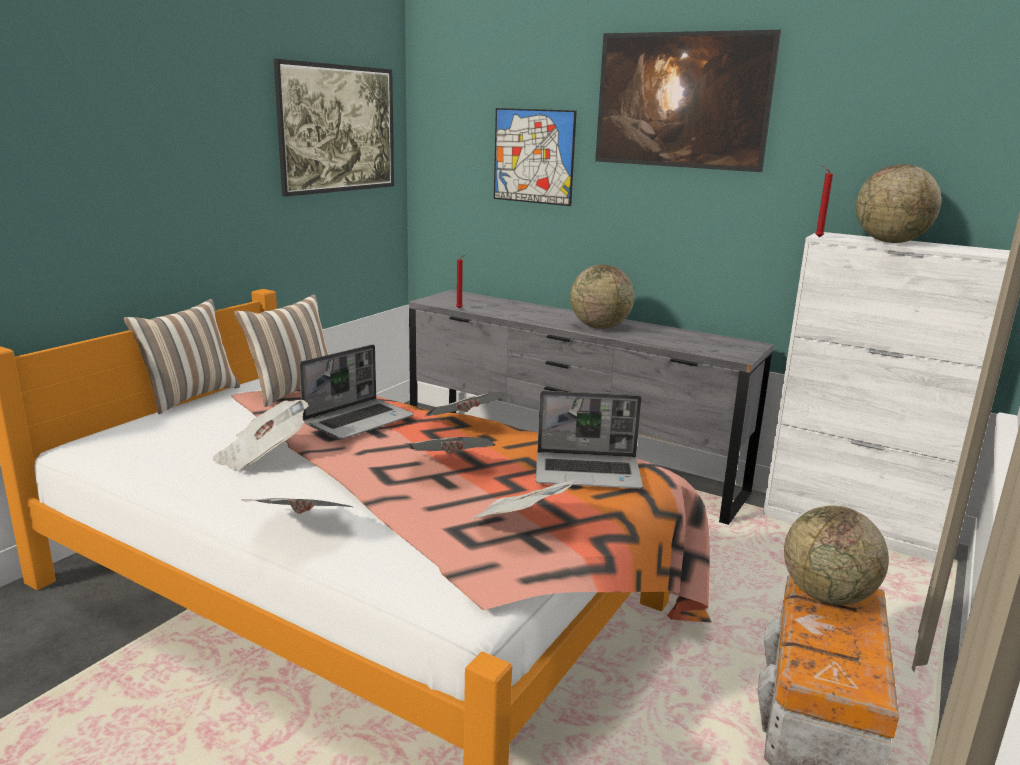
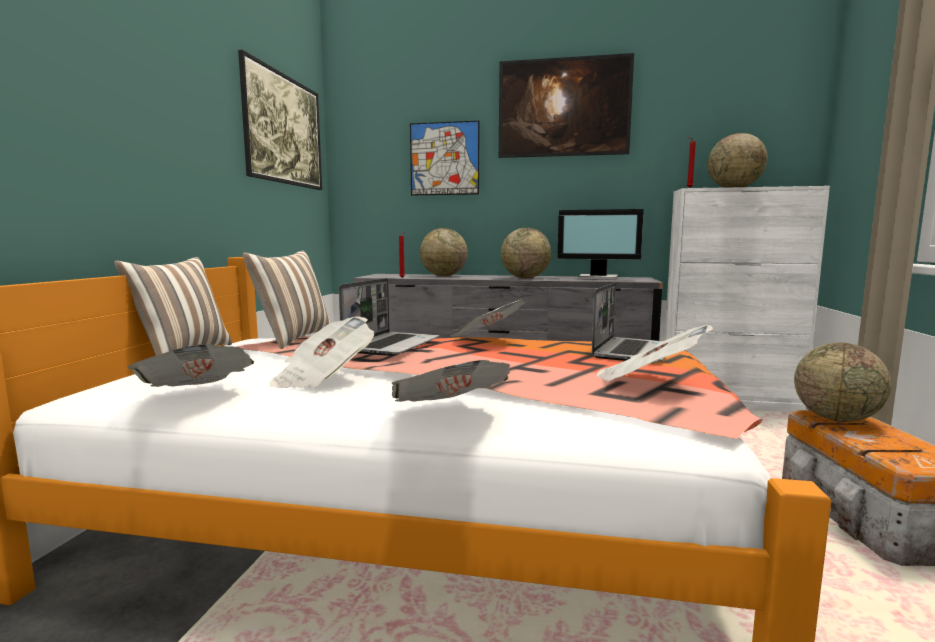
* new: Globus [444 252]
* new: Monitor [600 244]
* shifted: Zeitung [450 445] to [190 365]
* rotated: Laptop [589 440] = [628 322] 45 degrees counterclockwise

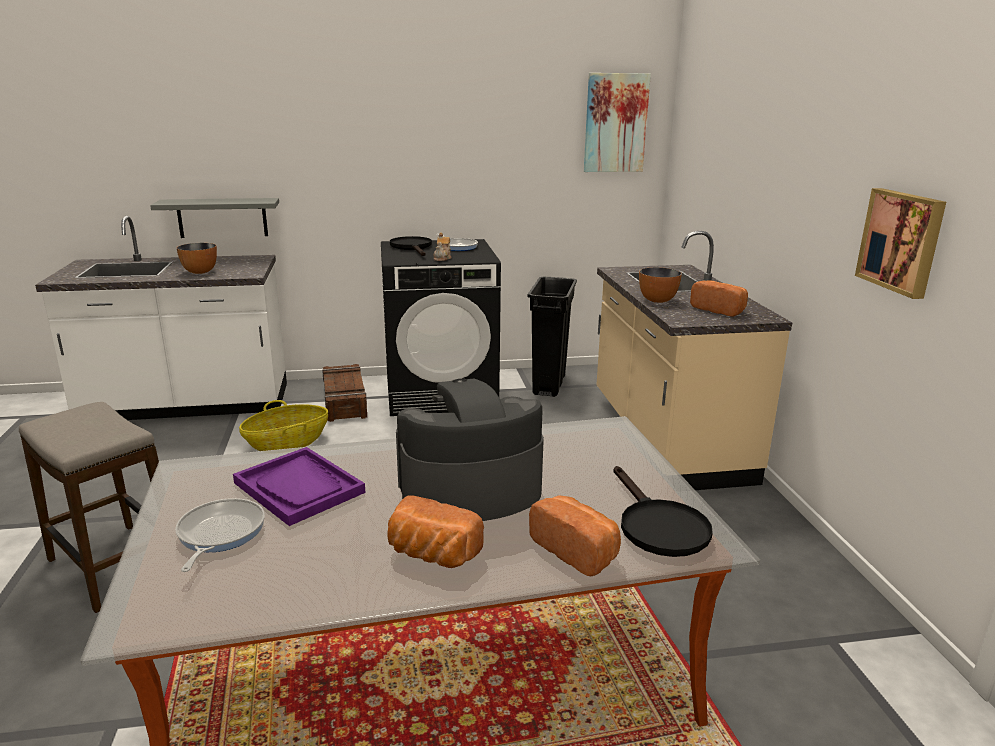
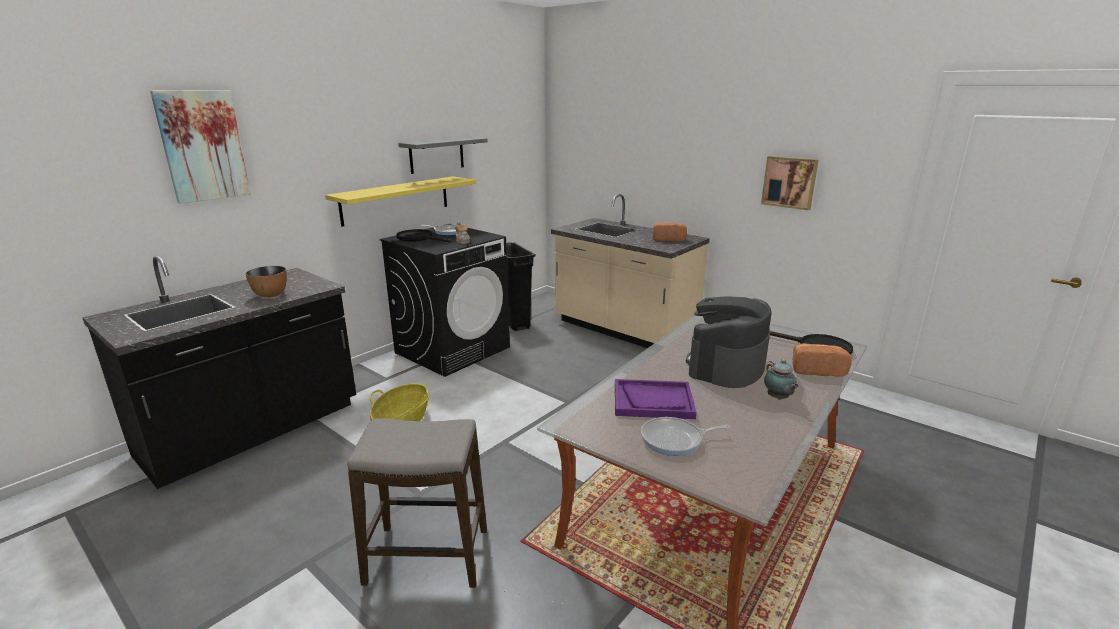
* gone: Kiste [344 393]
* gone: Schüssel [660 285]
* new: Wandregal/gelb [400 201]
* shifted: Wandregal/grau [214 218] to [443 155]
* shifted: Bild [617 122] to [200 147]
* swapped: Brot [435 531] to Teekanne [781 379]
* repainted: Küchenzeile/weiß [161 318] to Küchenzeile/schwarz [219 372]
* rotated: Pfanne [220 535] = [685 436] 60 degrees counterclockwise

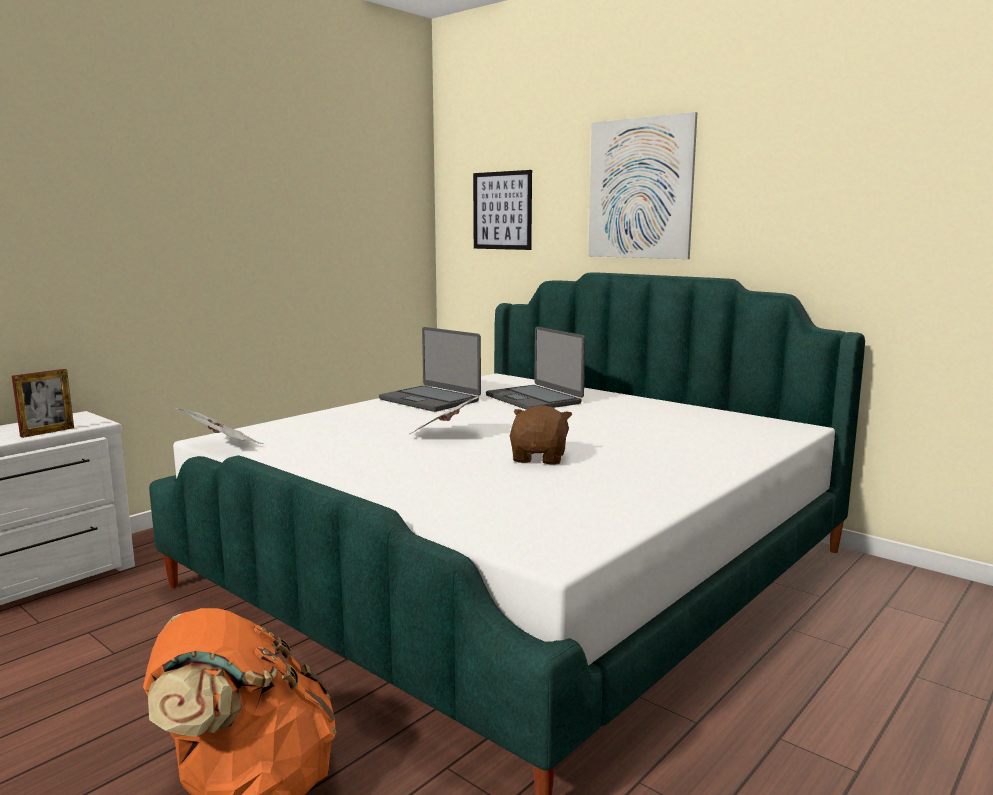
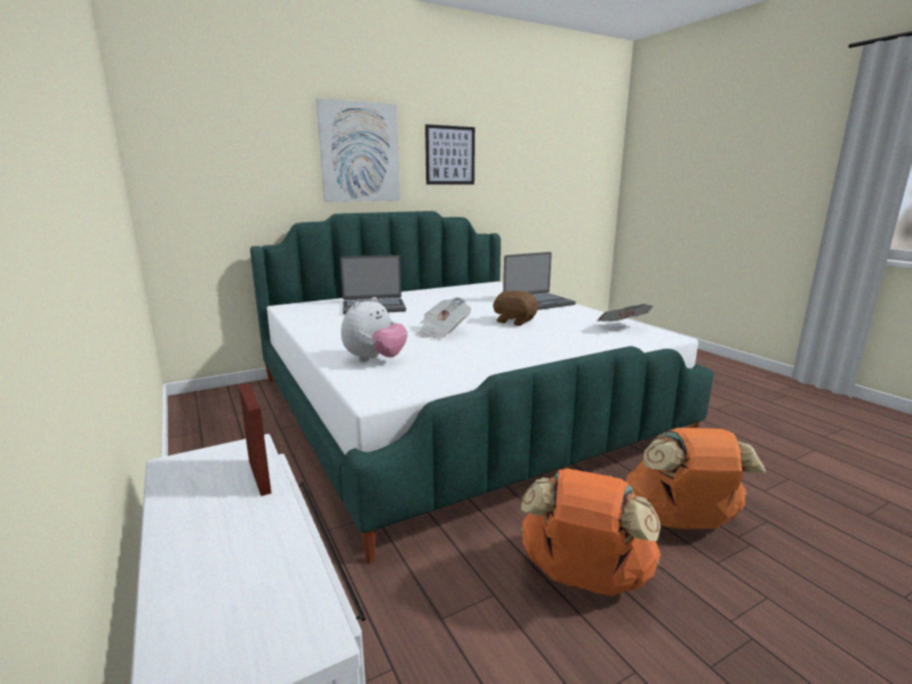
* new: Plüschtier [374 329]
* new: Rucksack/orange [590 532]
* shifted: Zeitung [219 426] to [625 313]
* shifted: Laptop [430 369] to [539 281]
* shifted: Bild [502 210] to [450 154]

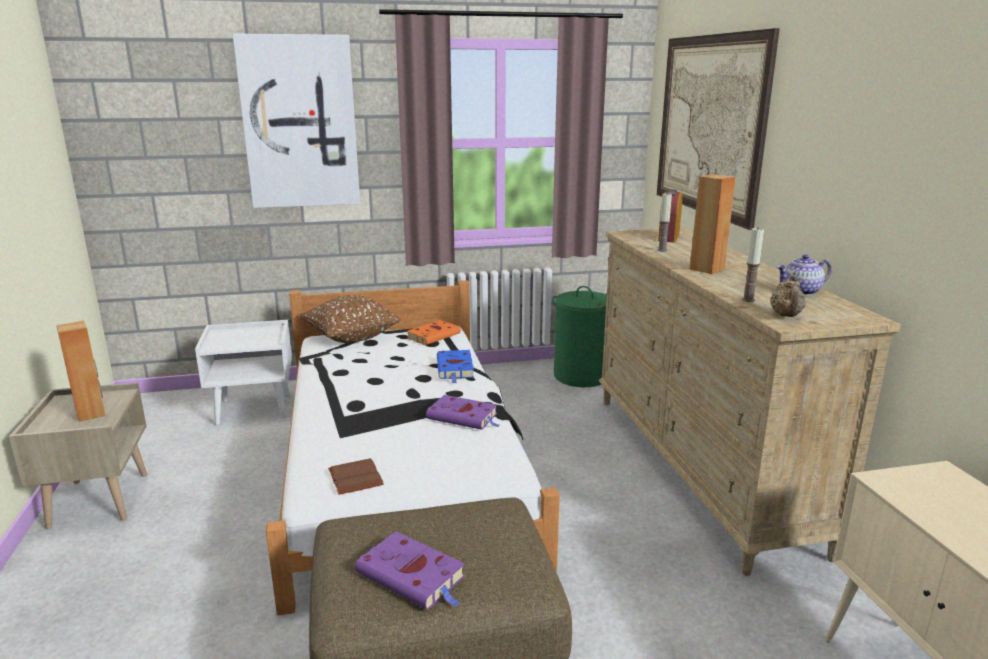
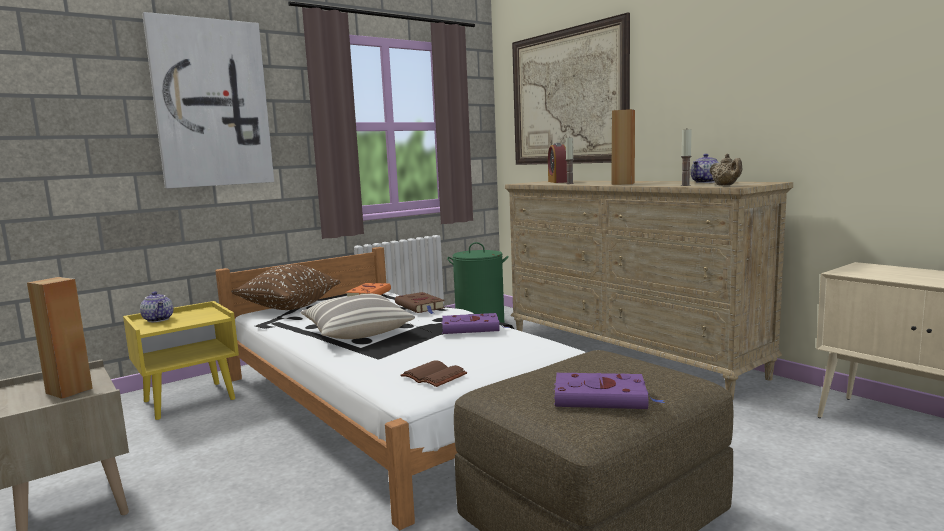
* new: Teekanne [156 306]
* new: Kissen [358 316]
* repainted: Nachttisch/weiß [243 372] to Nachttisch/gelb [181 360]
* repainted: Buch/blau [455 366] to Buch/braun [420 303]

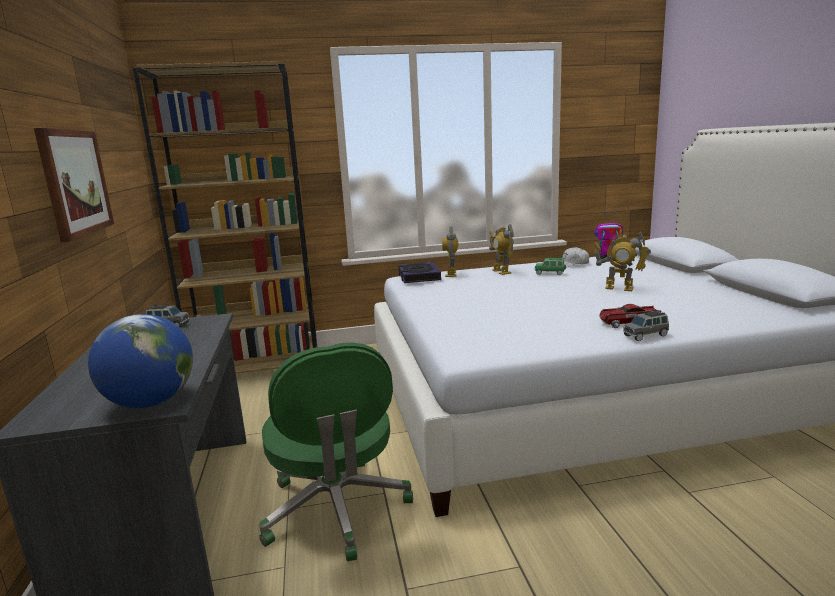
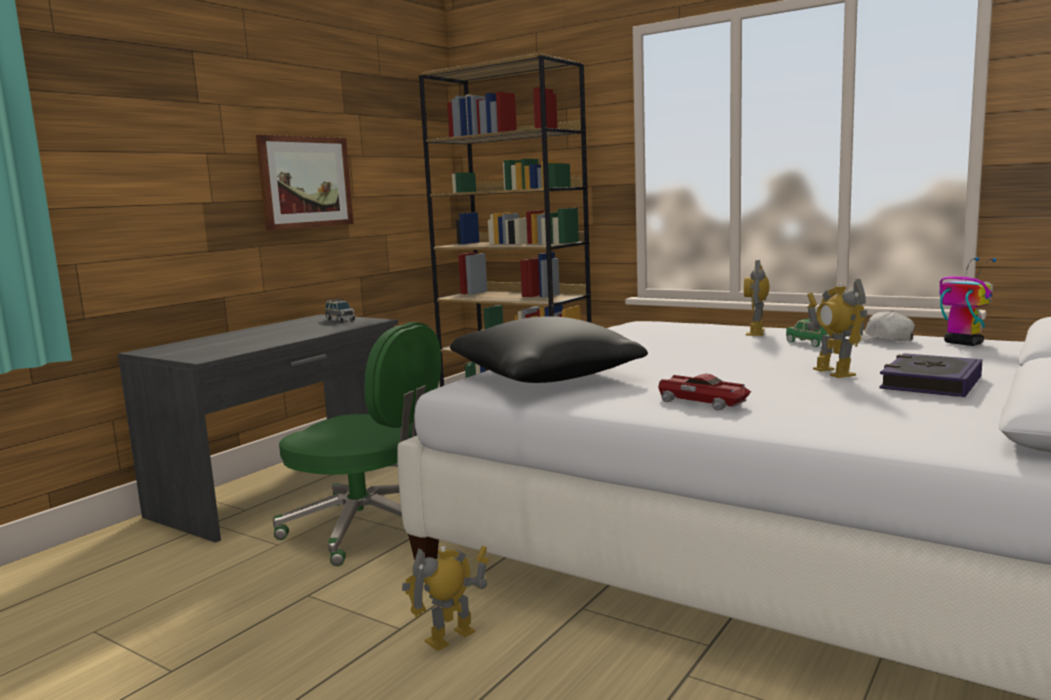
* gone: Globus [140 361]
* gone: Spielzeugauto/grau [646 325]
* new: Kissen/schwarz [549 349]
* shifted: Buch [419 272] to [930 375]
* shifted: Spielzeugroboter [450 252] to [445 598]
* rotated: Bürostuhl/grün [336 451] = [357 444] 90 degrees counterclockwise

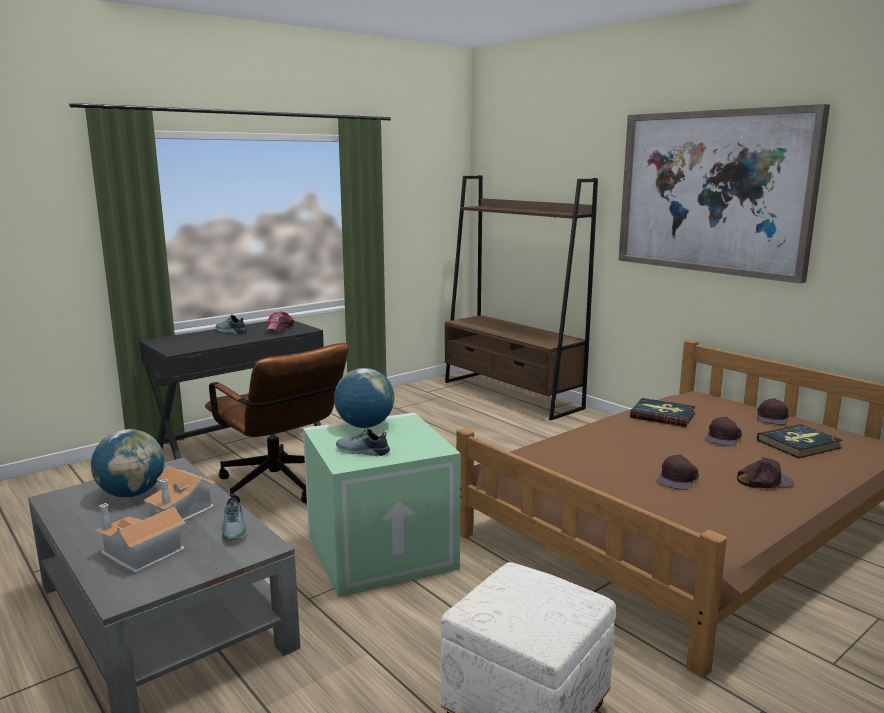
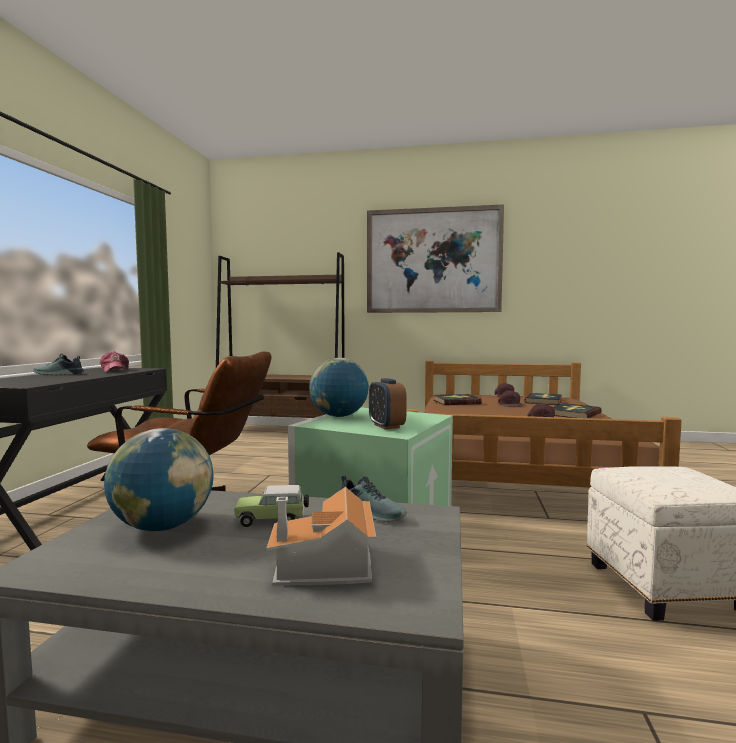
* swapped: Spielzeughaus [180 493] to Spielzeugauto [271 506]
* swapped: Schuh [363 441] to Wecker [388 404]
* swapped: Kappe/braun [765 472] to Buch [577 410]

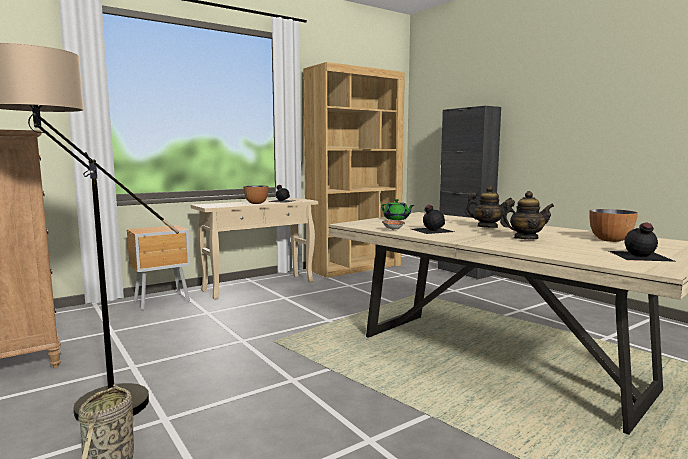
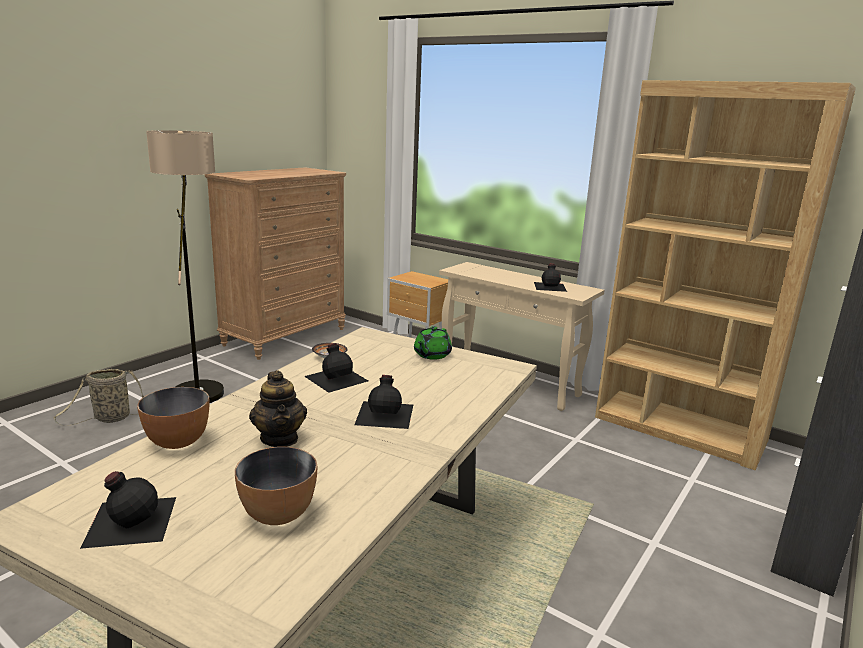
* shifted: Schüssel [256 194] to [173 418]
* swapped: Teekanne [488 207] to Flasche/schwarz [383 402]

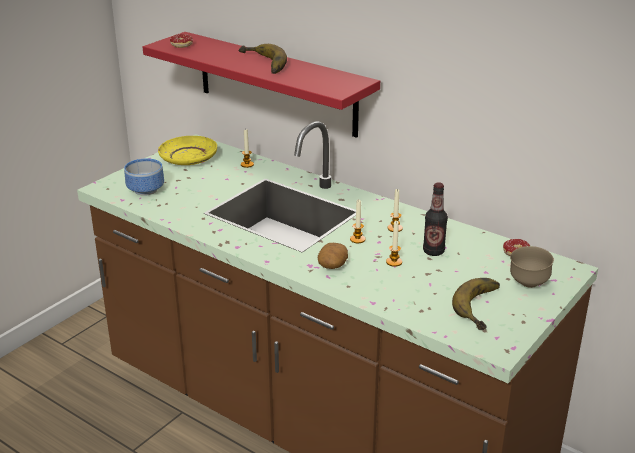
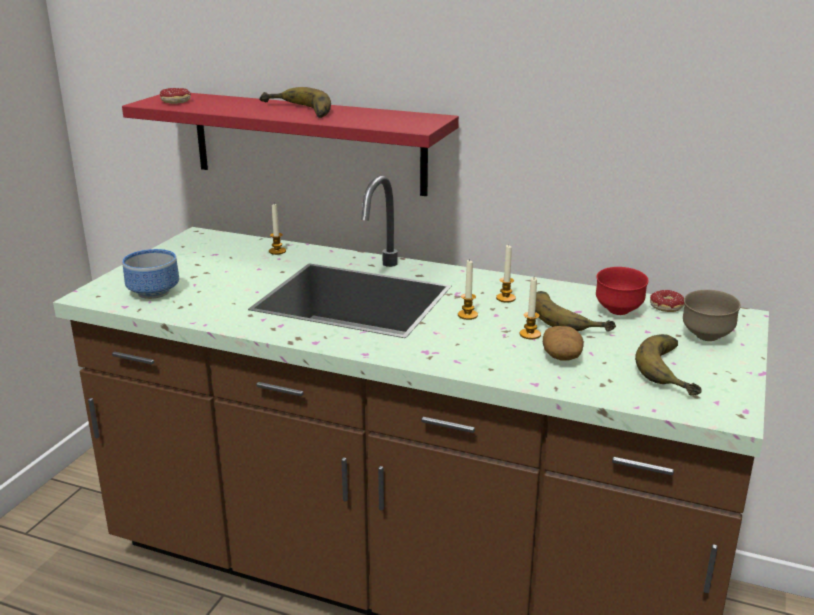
* gone: Teller/gelb [187 150]
* new: Schüssel/rot [622 291]
* shifted: Kartoffel [333 256] to [563 343]
* swapped: Flasche [435 219] to Banane [575 311]

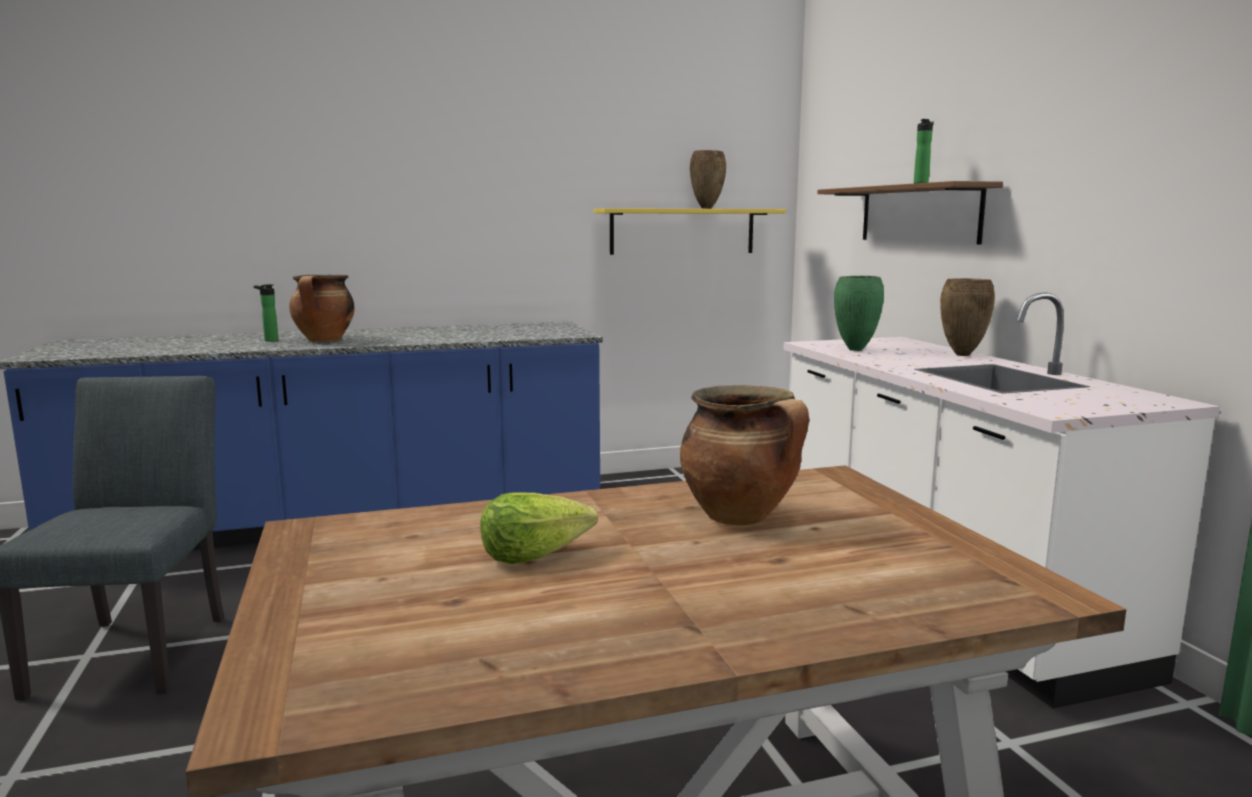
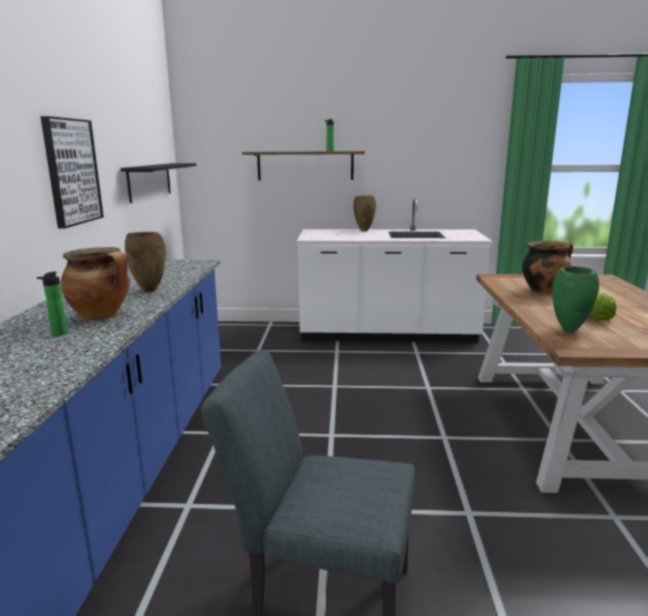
* new: Bild [72 172]
* shifted: Vase/braun [708 179] to [145 262]
* shifted: Vase/grün [859 313] to [575 299]
* repainted: Wandregal/gelb [689 231] to Wandregal/schwarz [158 183]

